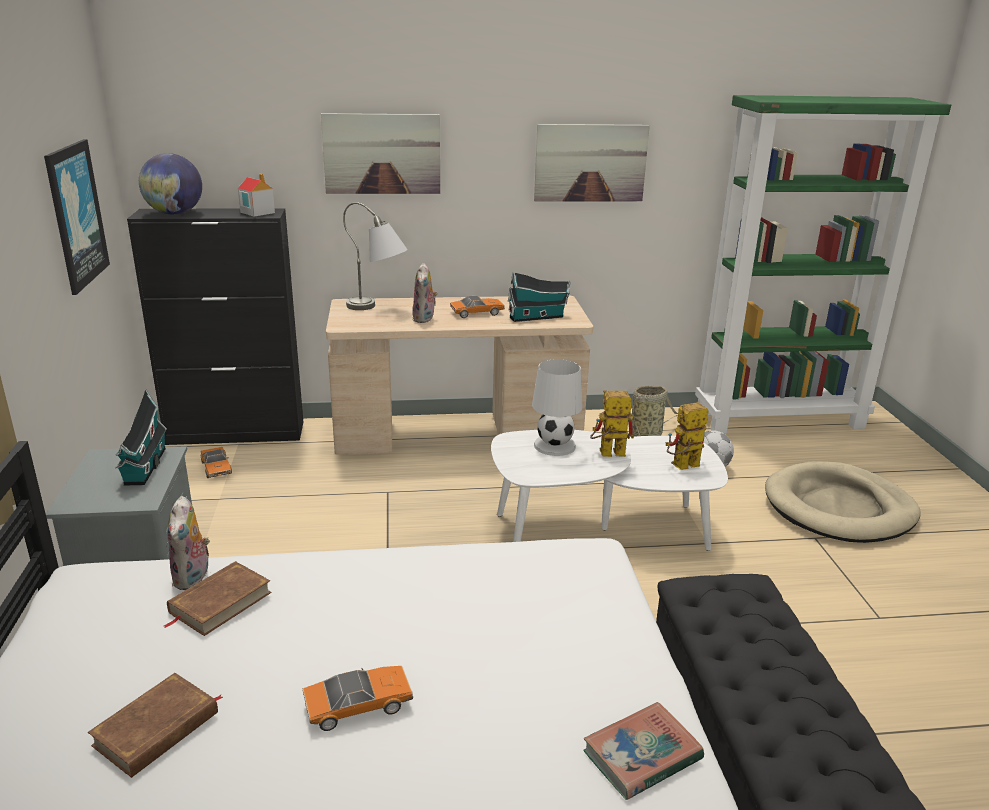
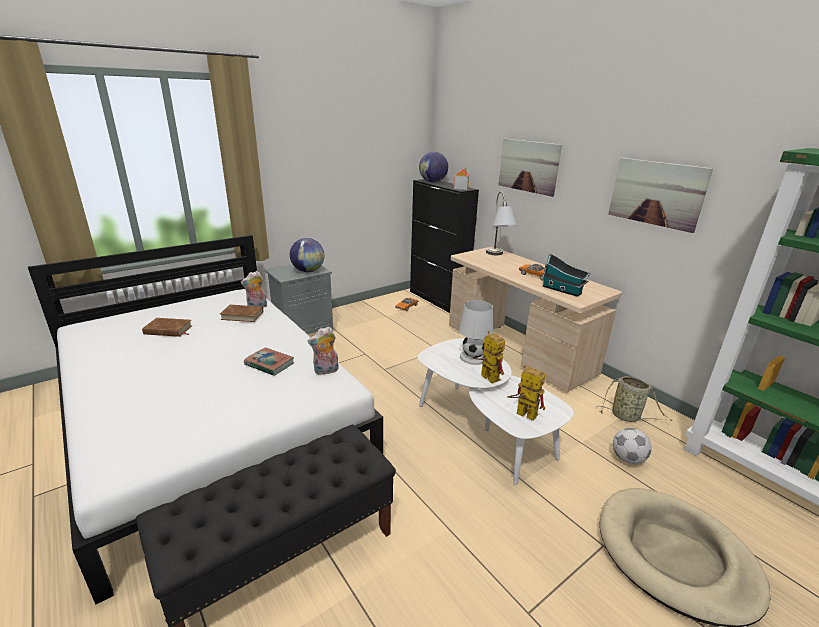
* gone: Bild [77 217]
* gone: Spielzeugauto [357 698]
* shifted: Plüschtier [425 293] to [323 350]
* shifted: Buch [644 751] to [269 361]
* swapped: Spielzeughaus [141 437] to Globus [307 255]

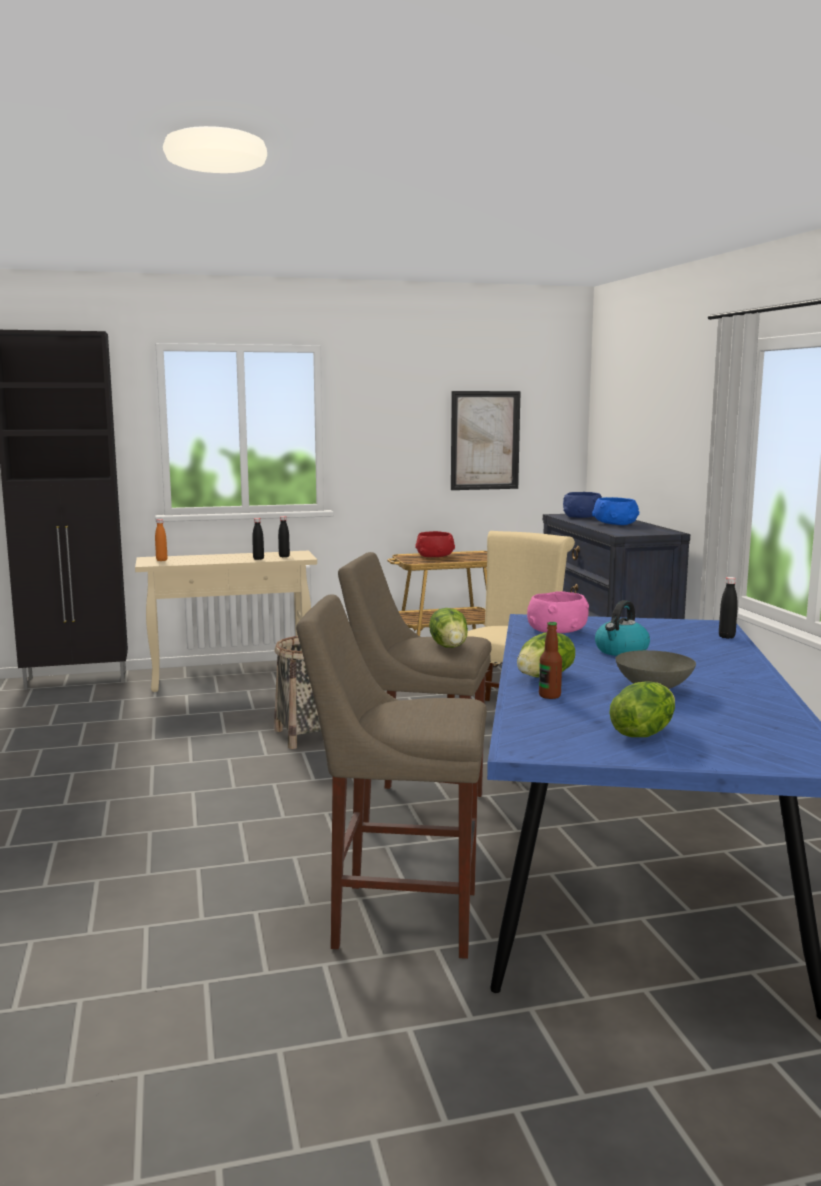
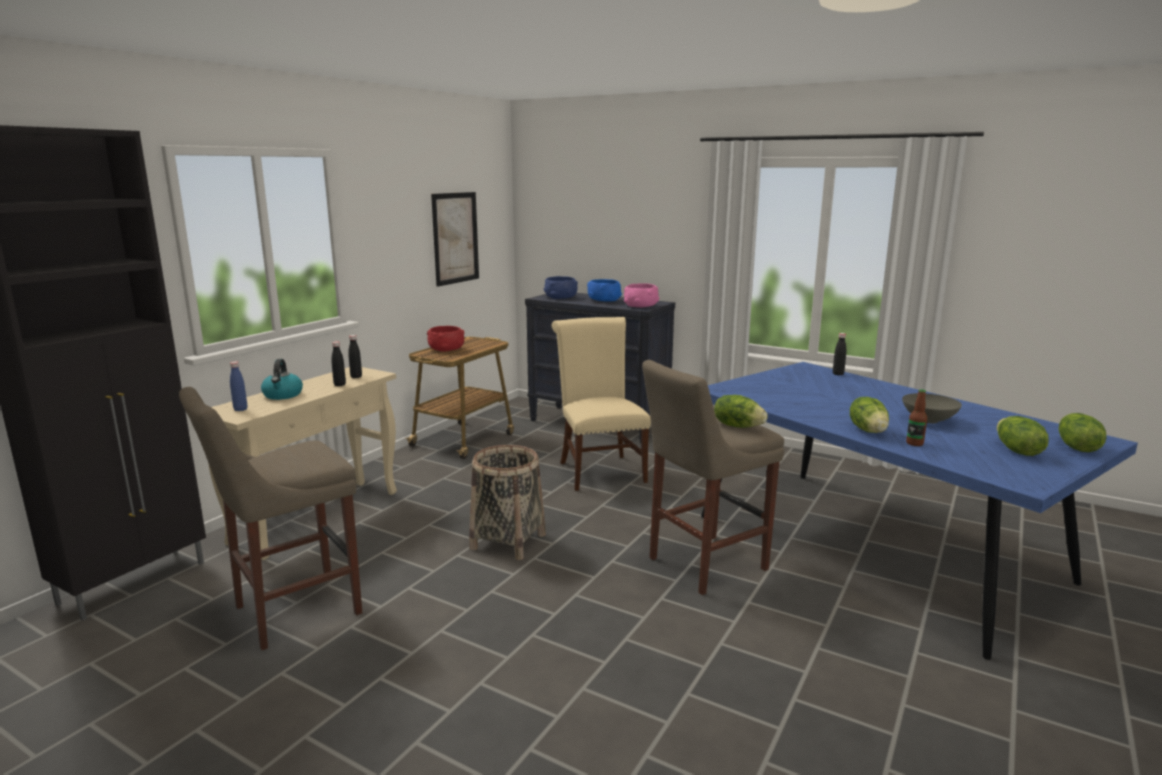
* new: Salatkopf [1083 432]
* shifted: Hocker/beige [391 777] to [270 518]
* shifted: Schüssel/rosa [558 612] to [641 295]
* shifted: Wasserkessel [622 628] to [282 379]
* repainted: Flasche/orange [161 540] to Flasche/blau [239 386]

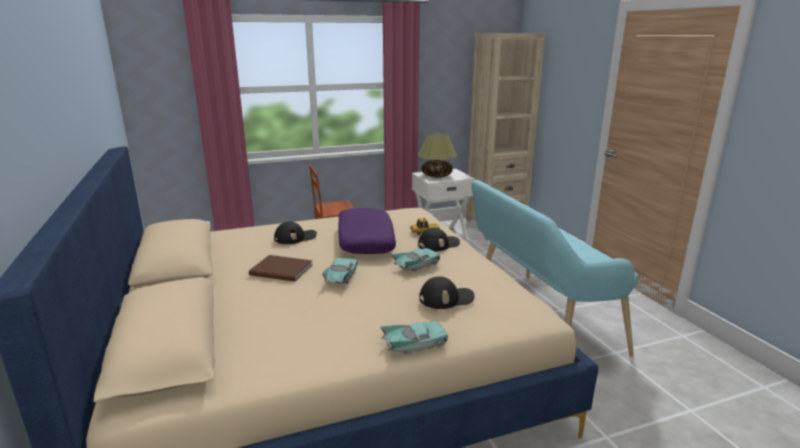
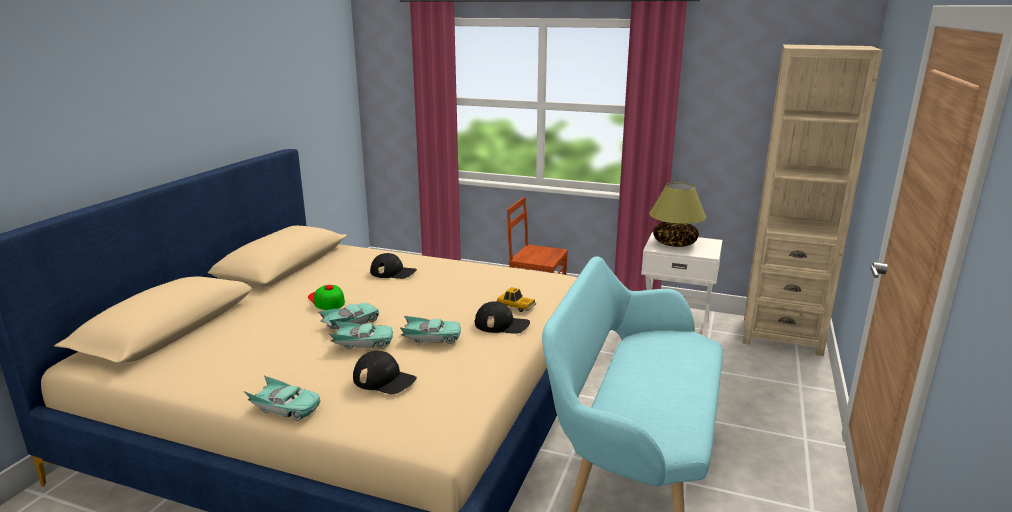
* gone: Kissen/lila [367 231]
* new: Spielzeugauto/türkis [361 335]
* swapped: Buch/braun [280 268] to Kappe [326 297]

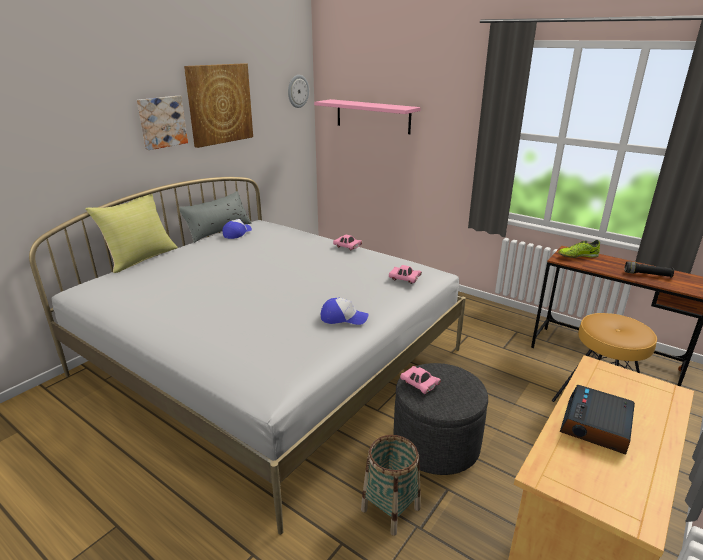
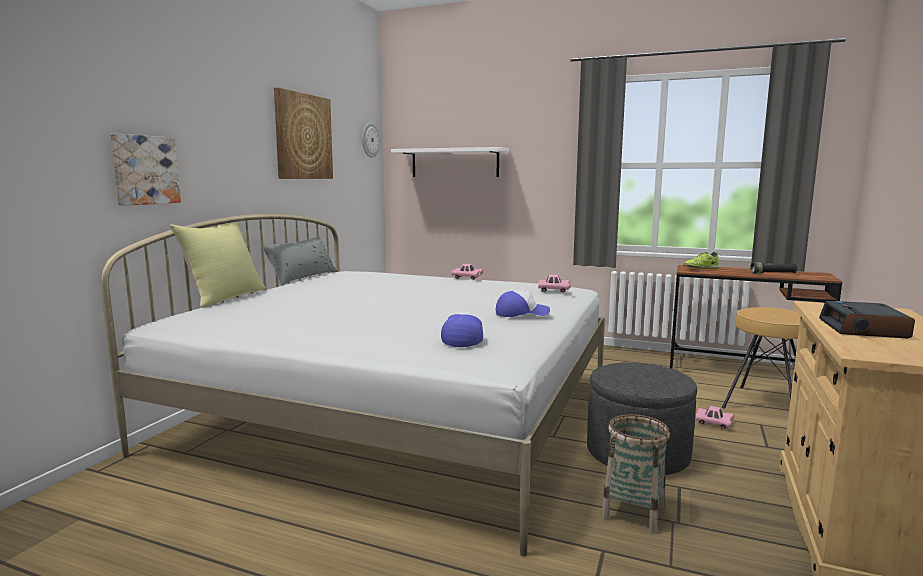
* shifted: Bild [162 123] to [145 169]
* shifted: Kappe [237 229] to [462 329]
* shifted: Spielzeugauto/rosa [420 380] to [714 417]
* repainted: Wandregal/rosa [367 116] to Wandregal/weiß [450 162]

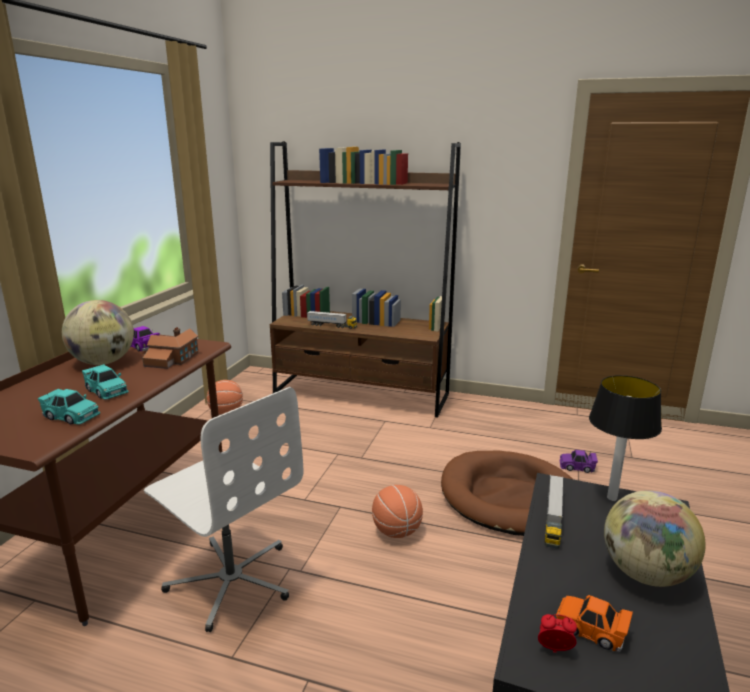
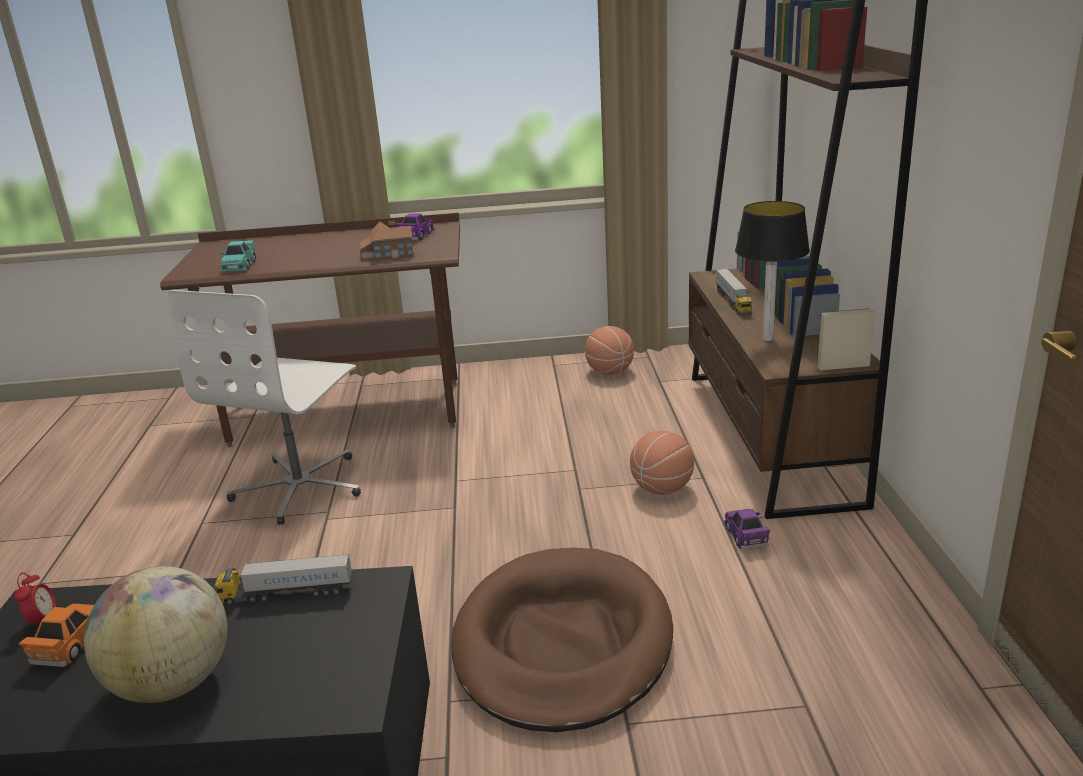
* gone: Globus [98 332]
* gone: Spielzeugauto/türkis [105 382]
* shifted: Basketball [397 511] to [662 463]
* shifted: Spielzeugauto/lila [579 461] to [747 529]
* shifted: Tischlampe [625 438] to [772 271]

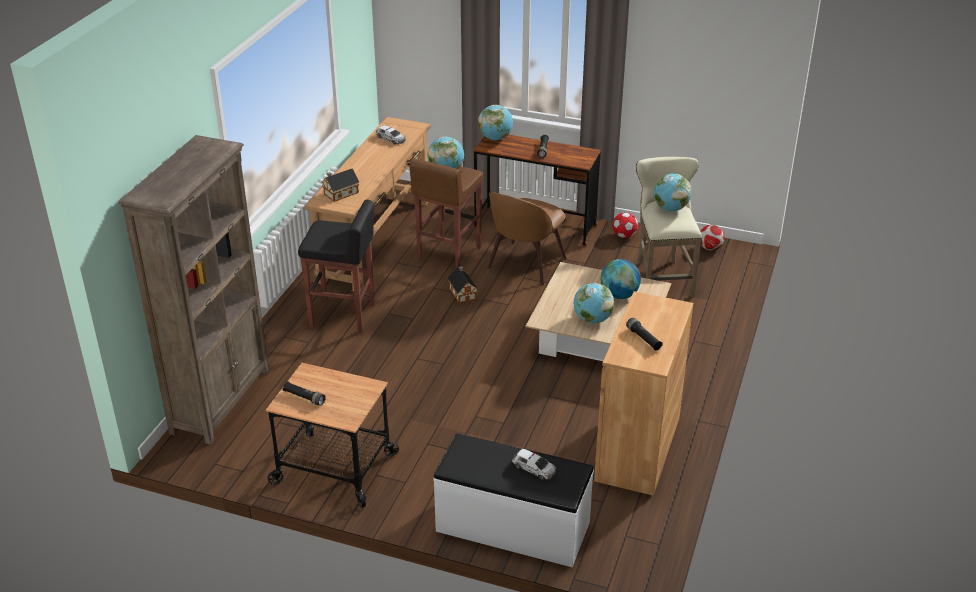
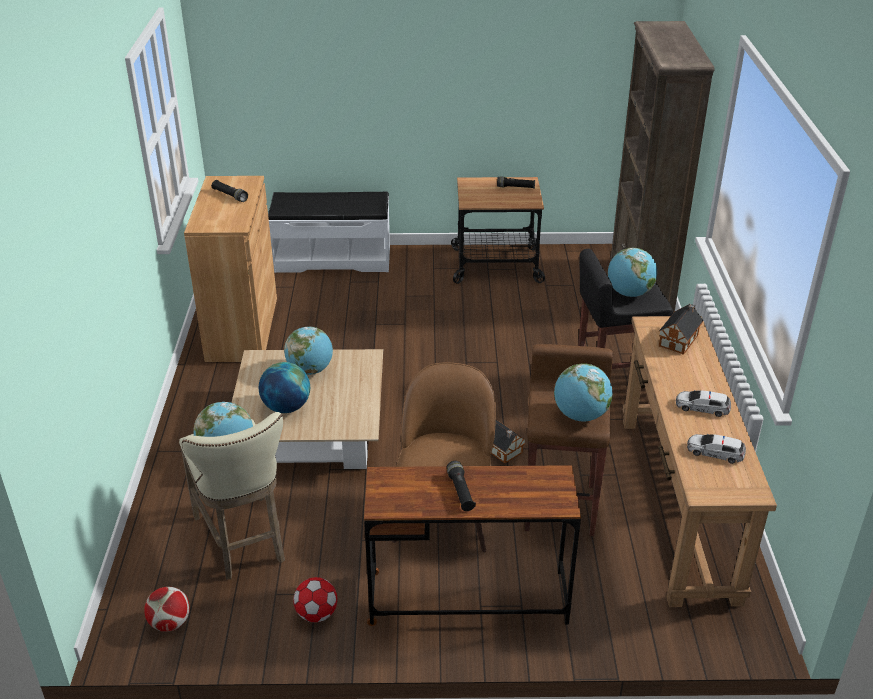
* shifted: Globus [495 122] to [632 272]
* shifted: Spielzeugauto [534 464] to [703 403]

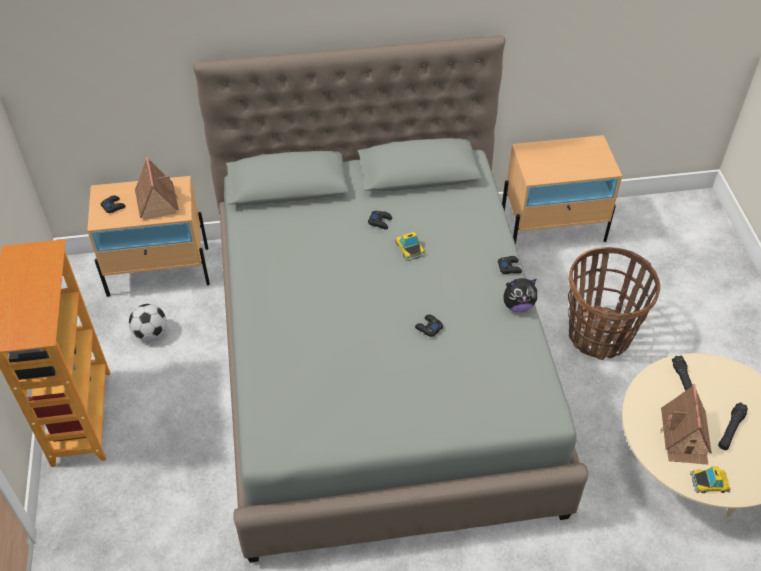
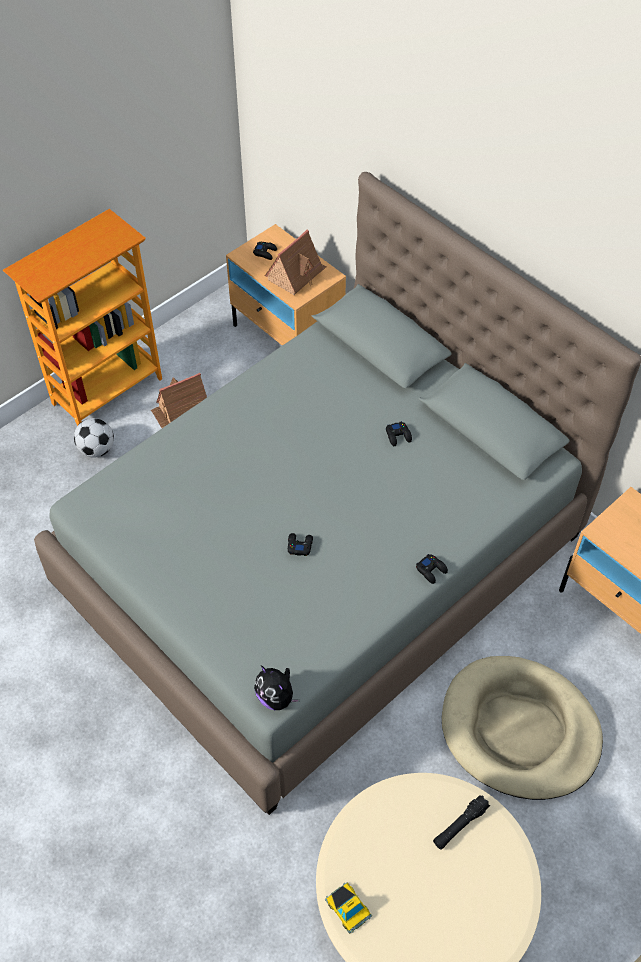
* gone: Spielzeugauto [410 246]
* gone: Taschenlampe/schwarz [733 426]
* shifted: Fußball [148 322] to [94 438]
* shifted: Plüschtier [520 295] to [277 688]
* shifted: Spielzeughaus [686 424] to [179 400]
* swapped: Korb [614 303] to Hundebett/beige [522 728]

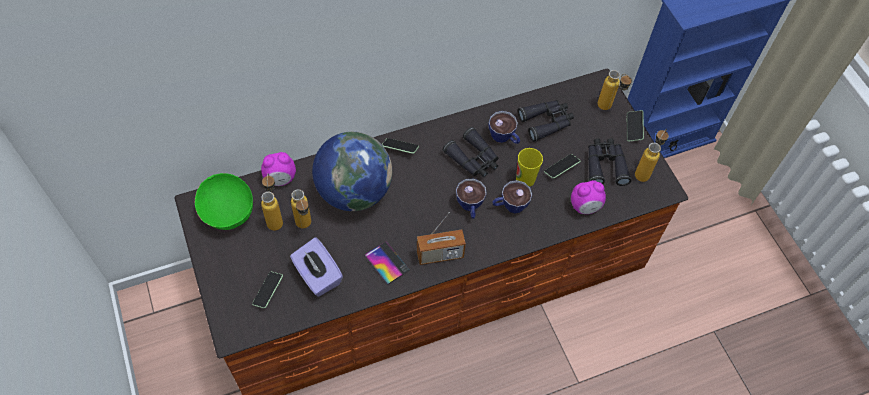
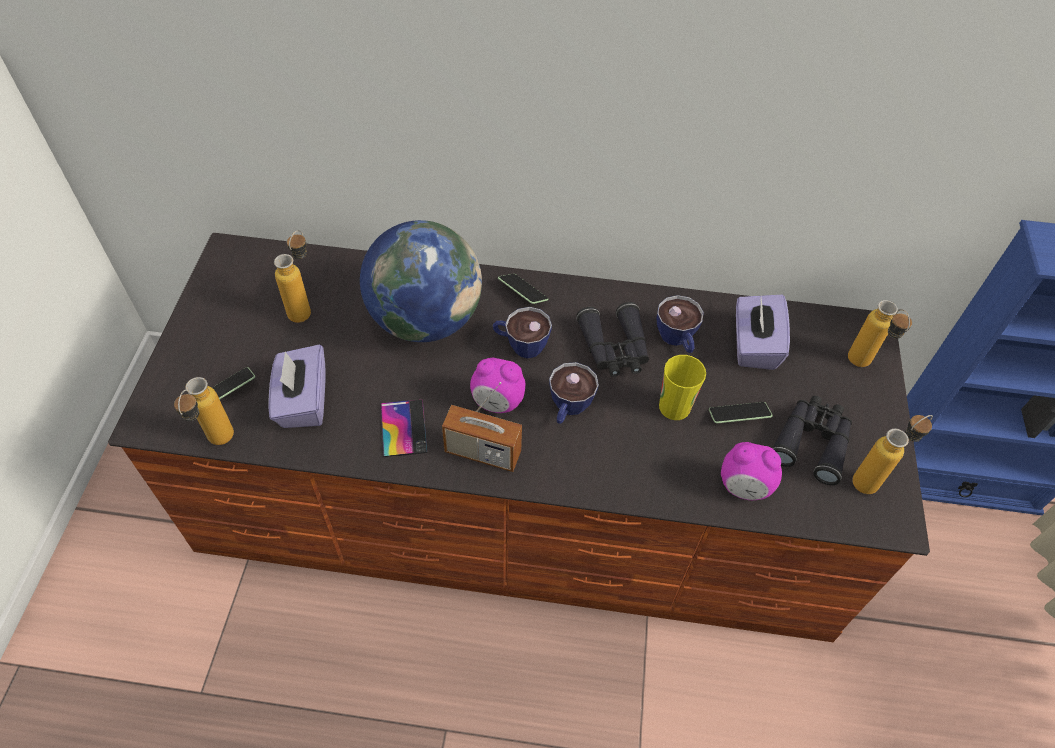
* gone: Schüssel/grün [223 201]
* gone: Handy [635 126]
* shifted: Wecker [278 169] to [497 385]
* shifted: Flasche [301 208] to [204 411]
* shifted: Tasse [512 196] to [522 332]
* swapped: Fernglas/schwarz [545 121] to Taschentuchbox/lila [763 332]

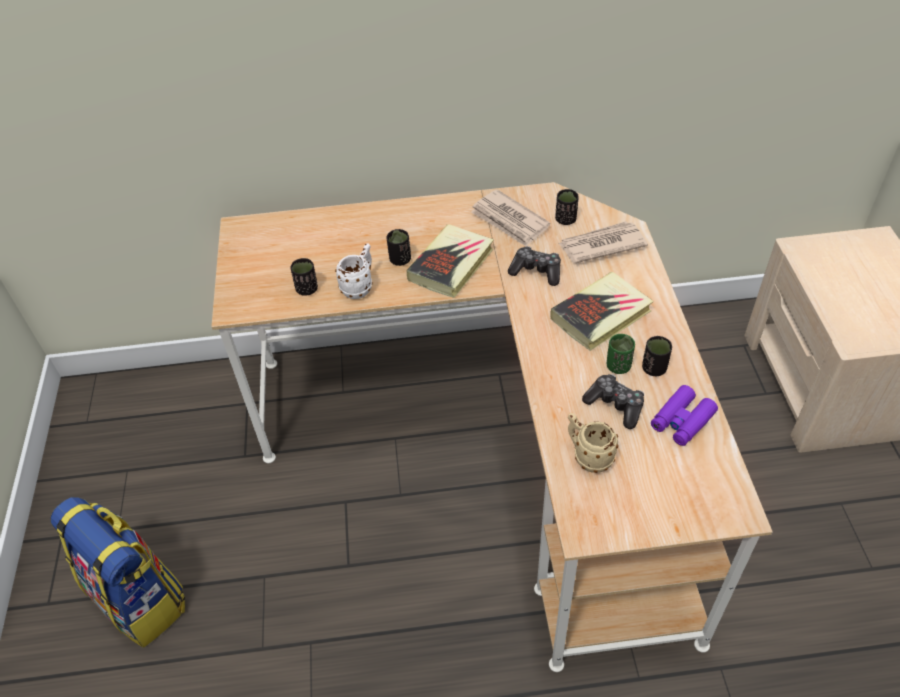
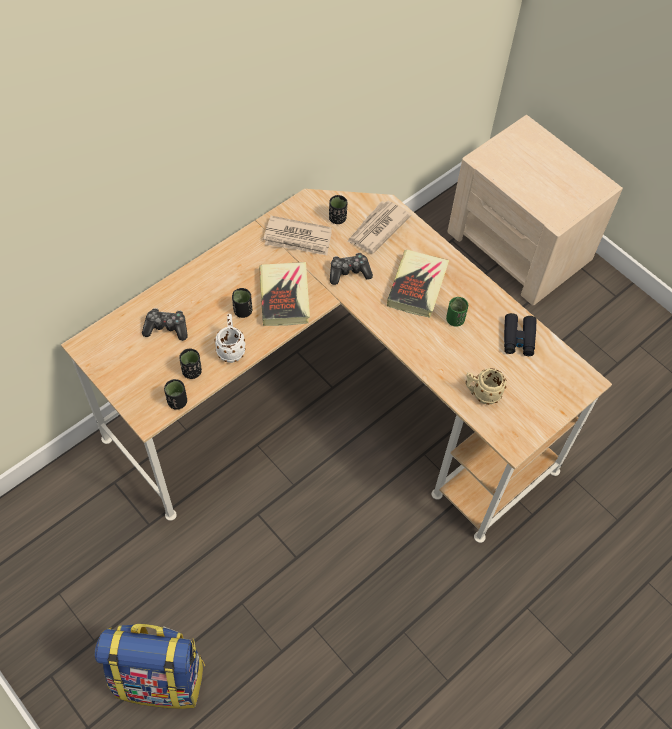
* shifted: Gamepad [613 401] to [165 324]
* shifted: Tasse/schwarz [657 356] to [175 394]
* repainted: Fernglas/lila [684 415] to Fernglas/schwarz [520 334]

